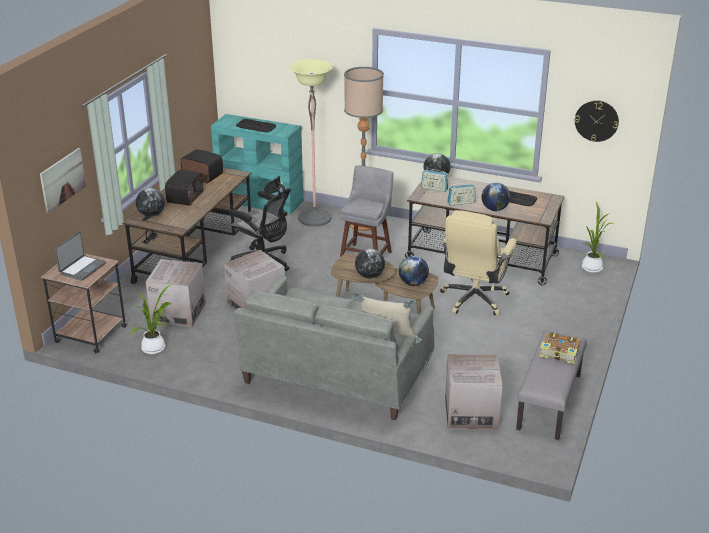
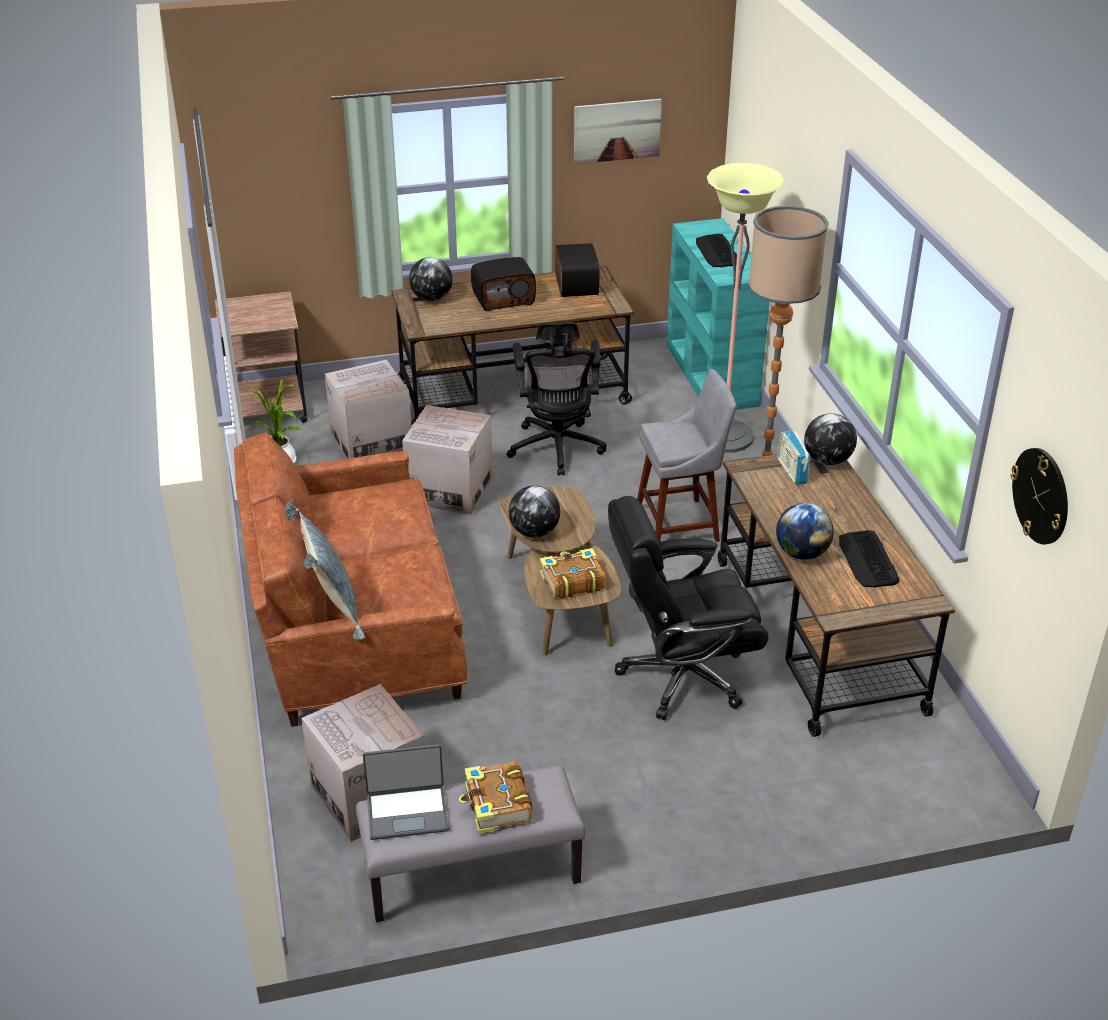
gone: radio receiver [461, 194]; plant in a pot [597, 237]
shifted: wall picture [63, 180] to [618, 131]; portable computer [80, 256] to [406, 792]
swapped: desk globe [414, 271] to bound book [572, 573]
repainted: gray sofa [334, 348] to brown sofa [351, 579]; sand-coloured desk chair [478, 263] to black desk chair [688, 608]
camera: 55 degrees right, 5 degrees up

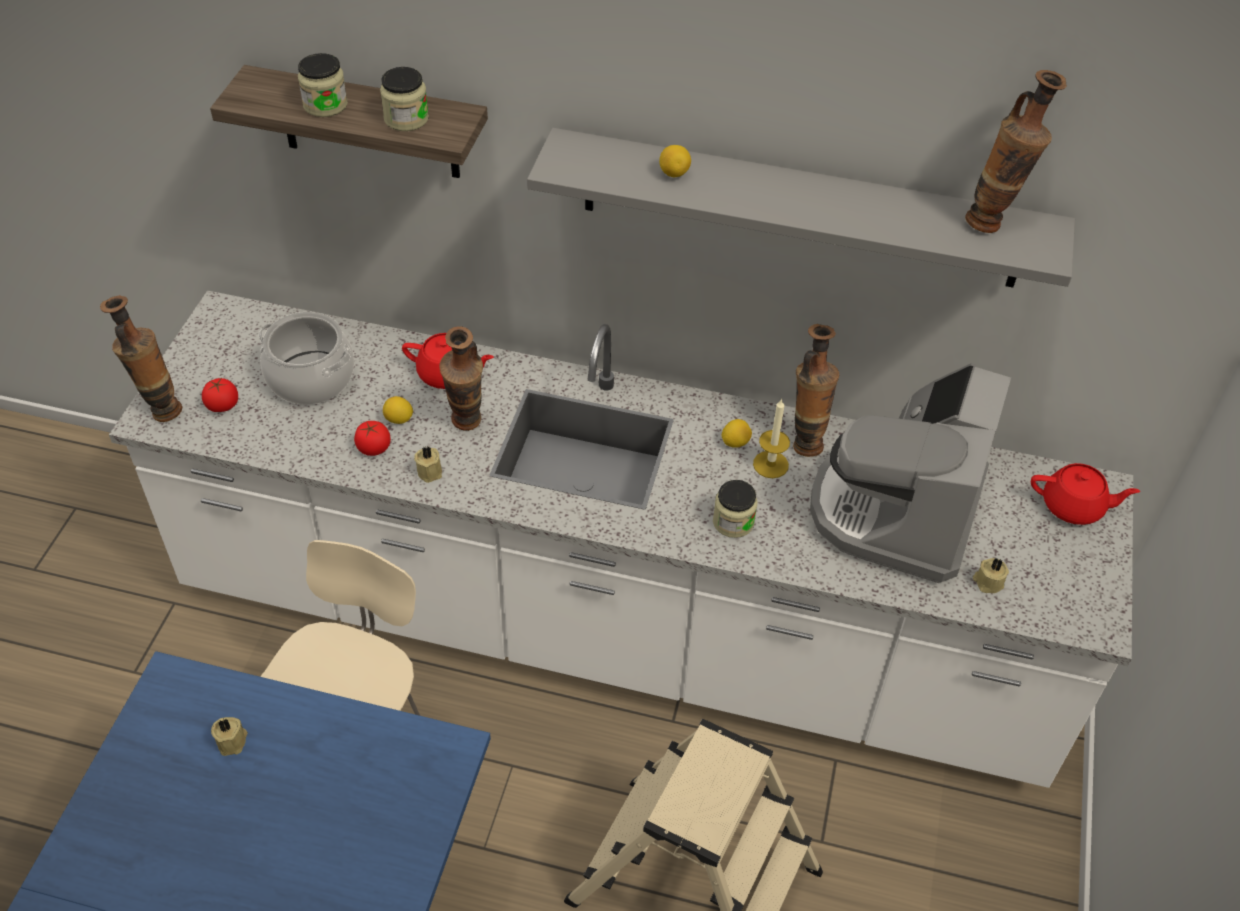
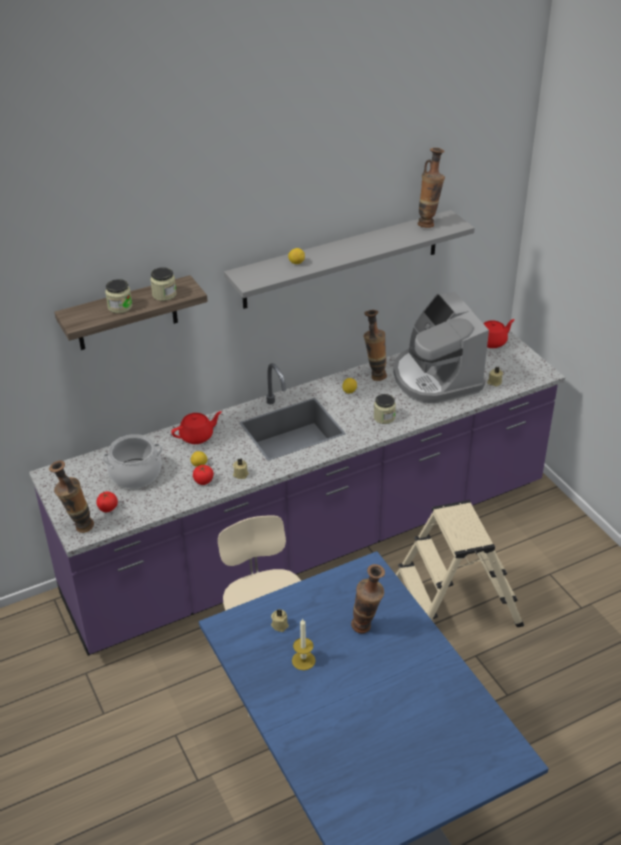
shifted: flower vase [461, 378] to [368, 598]; wax candle [771, 438] to [304, 644]
repainted: white-coloured kitchen base unit [621, 539] to purple-coloured kitchen base unit [297, 488]
camera: 40 degrees left, 10 degrees down

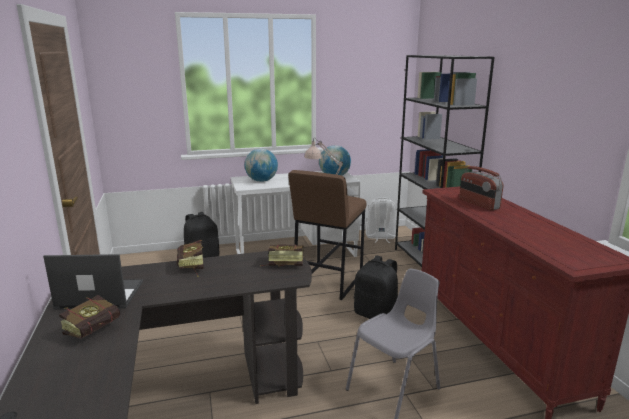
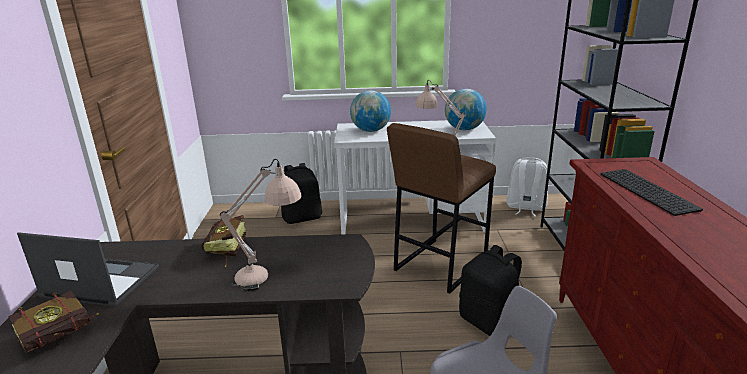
gone: bound book [282, 255]
new: sand-coloured lamp for a table [260, 225]
swapped: radio receiver [481, 188] to computer keyboard [651, 192]
camera: 15 degrees right, 5 degrees up

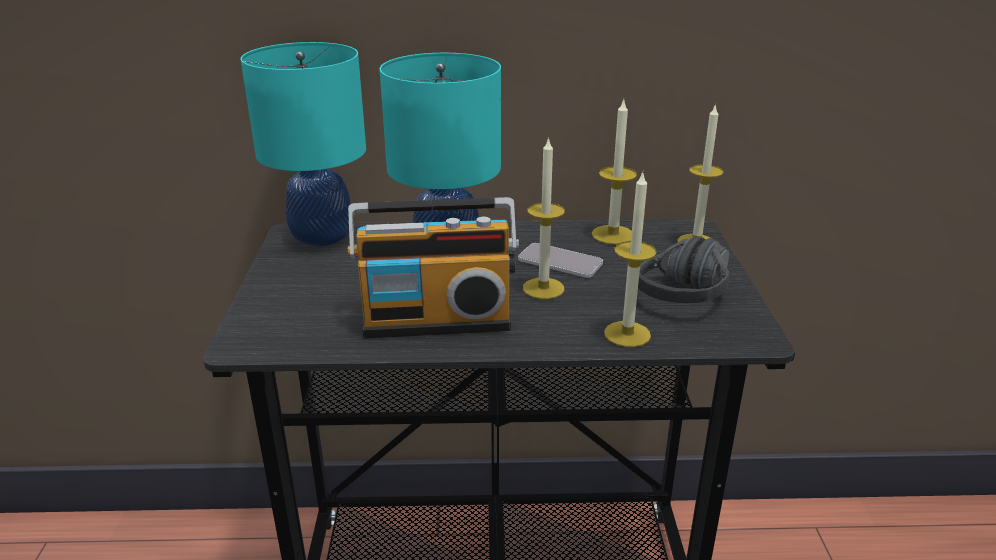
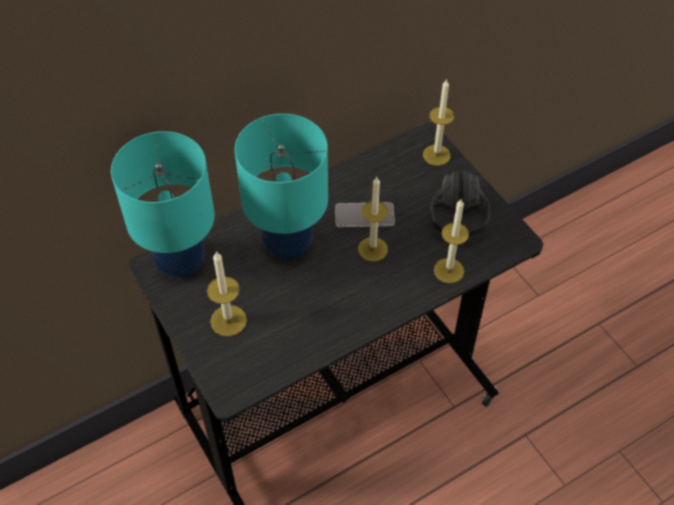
gone: radio receiver [433, 267]
shifted: wax candle [614, 172] to [227, 294]
camera: 30 degrees left, 25 degrees up

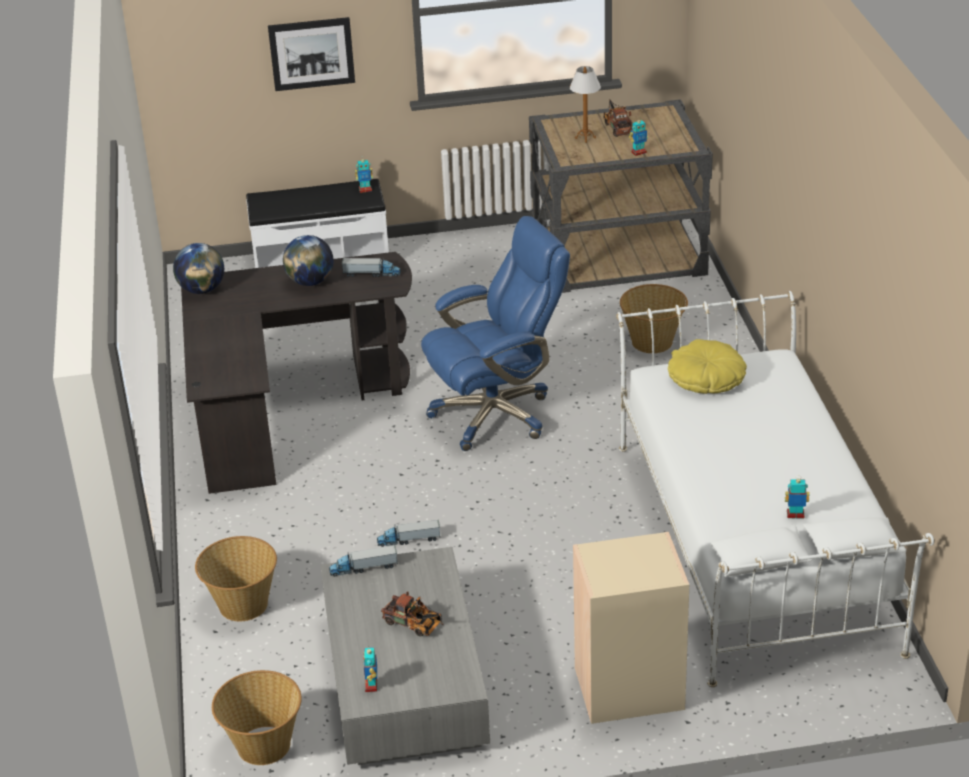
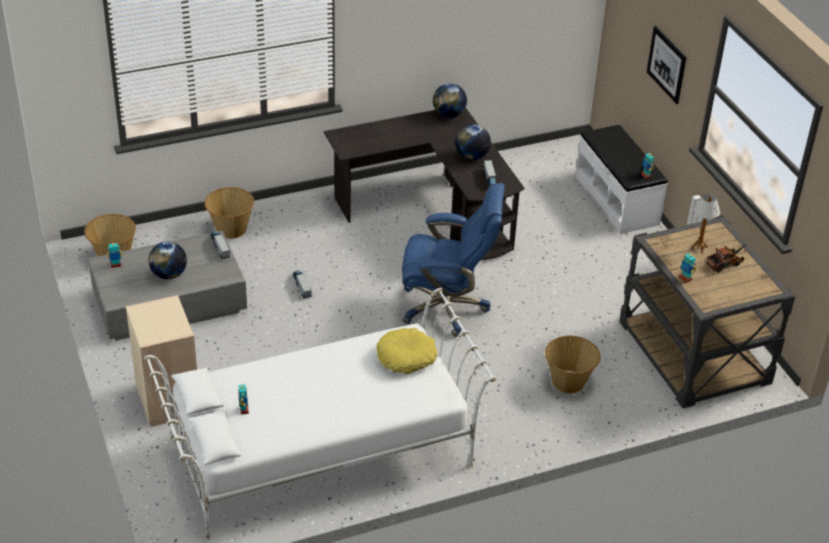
swapped: toy truck [412, 614] to desk globe [168, 260]
rotated: bluish desk chair [495, 333] = [453, 260] 45 degrees counterclockwise
camera: 75 degrees right, 5 degrees up

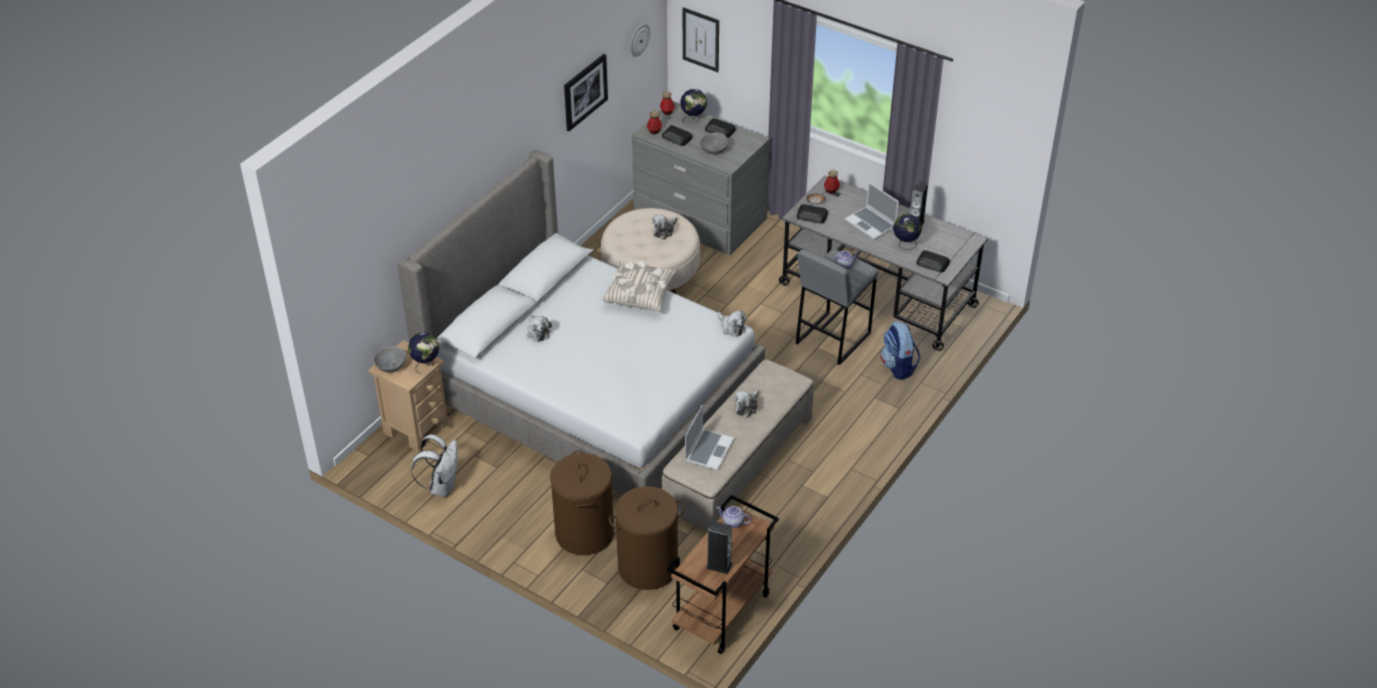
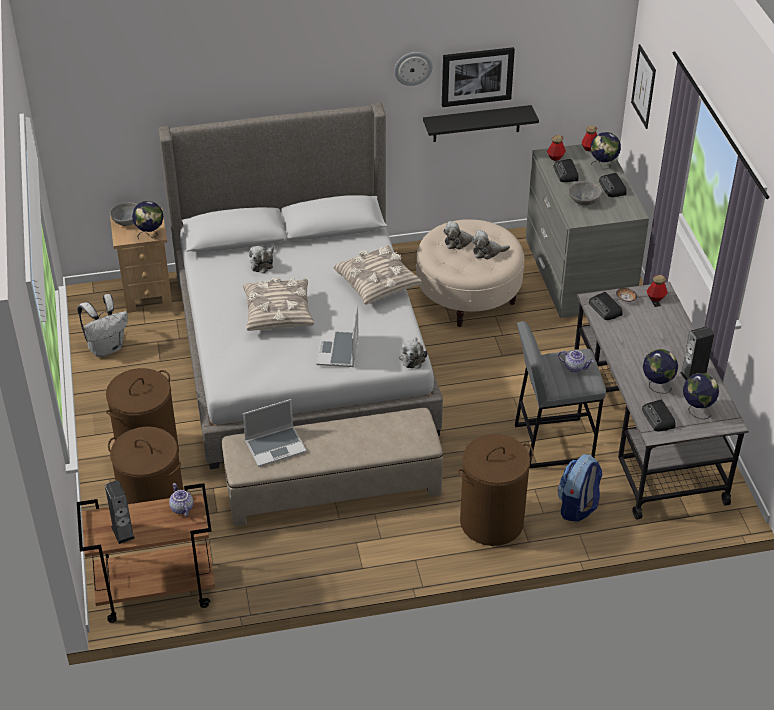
new: sand-coloured pillow [278, 304]; black shelf [481, 123]; brown hamper [495, 490]; desk globe [701, 396]
shifted: hanging clock [640, 40] to [413, 69]; plush toy [746, 404] to [459, 235]; portable computer [872, 211] to [338, 336]
camera: 45 degrees right, 0 degrees up

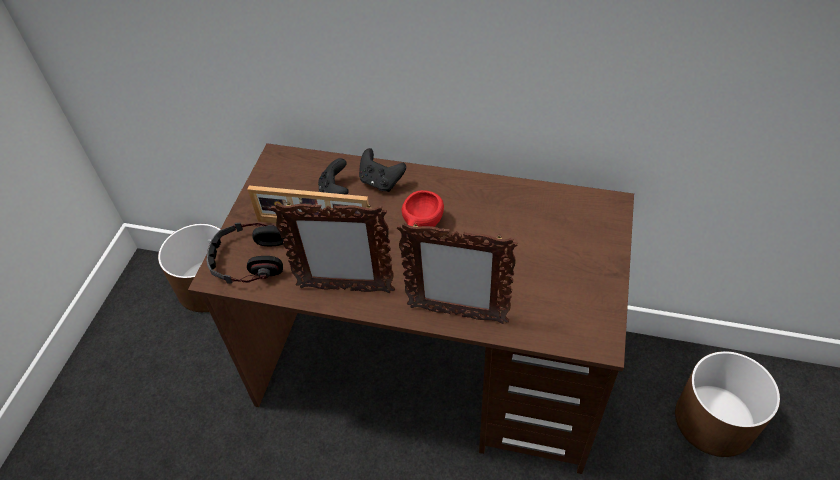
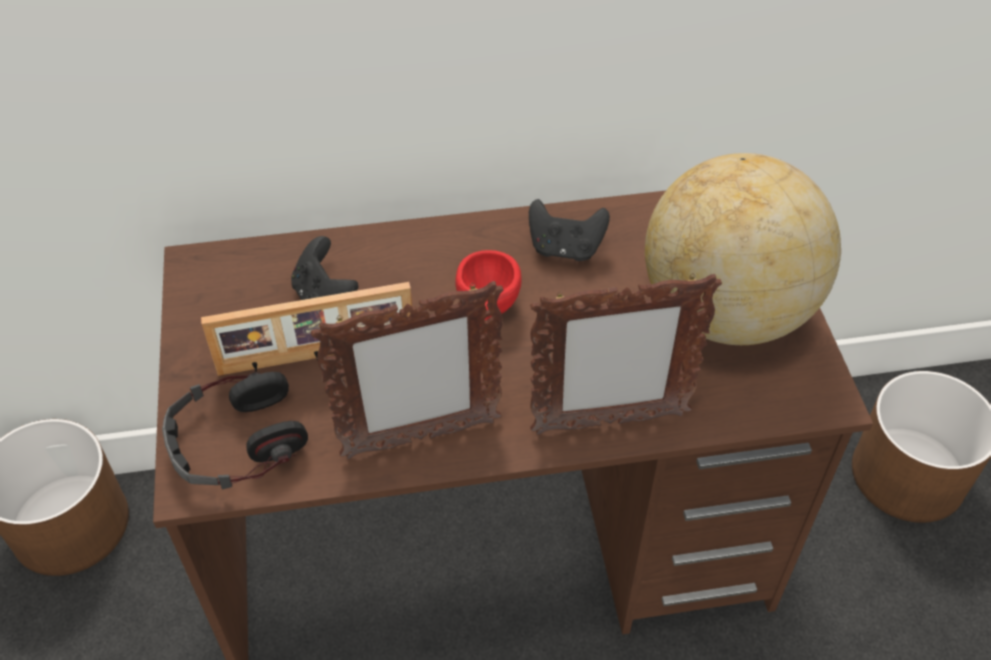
new: desk globe [743, 249]
shifted: black game controller [382, 170] to [569, 230]
camera: 25 degrees left, 0 degrees up

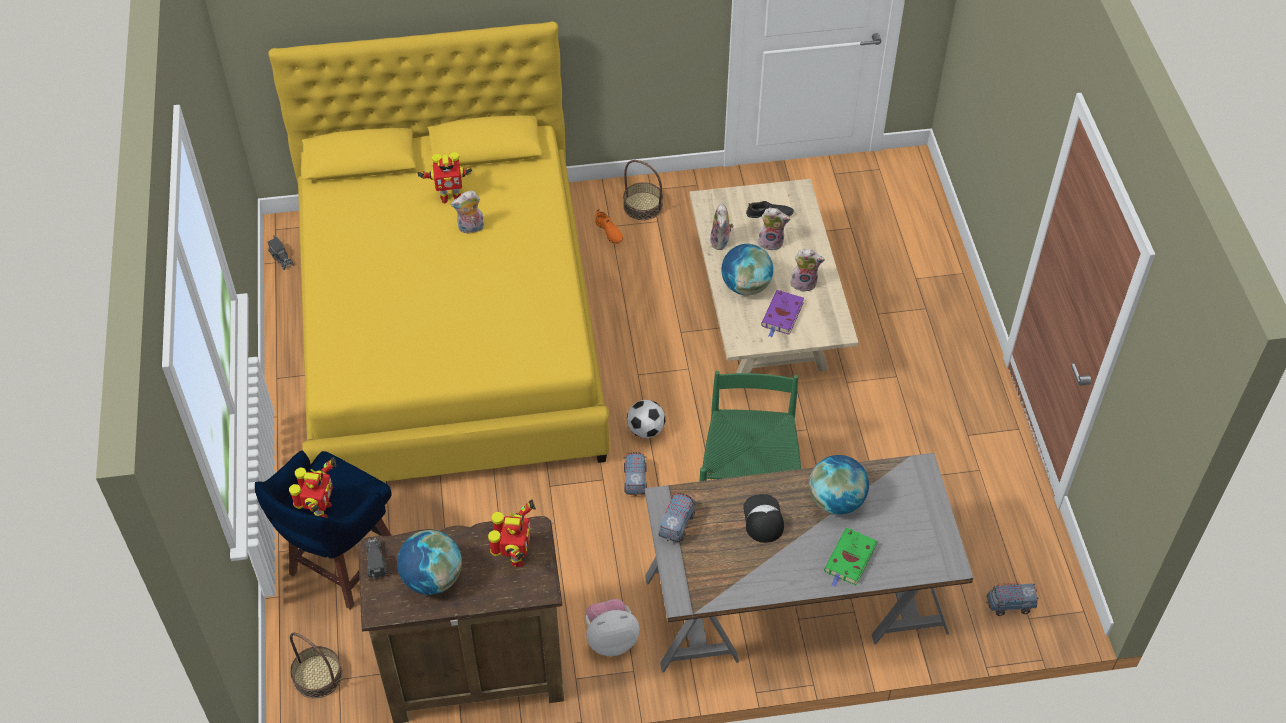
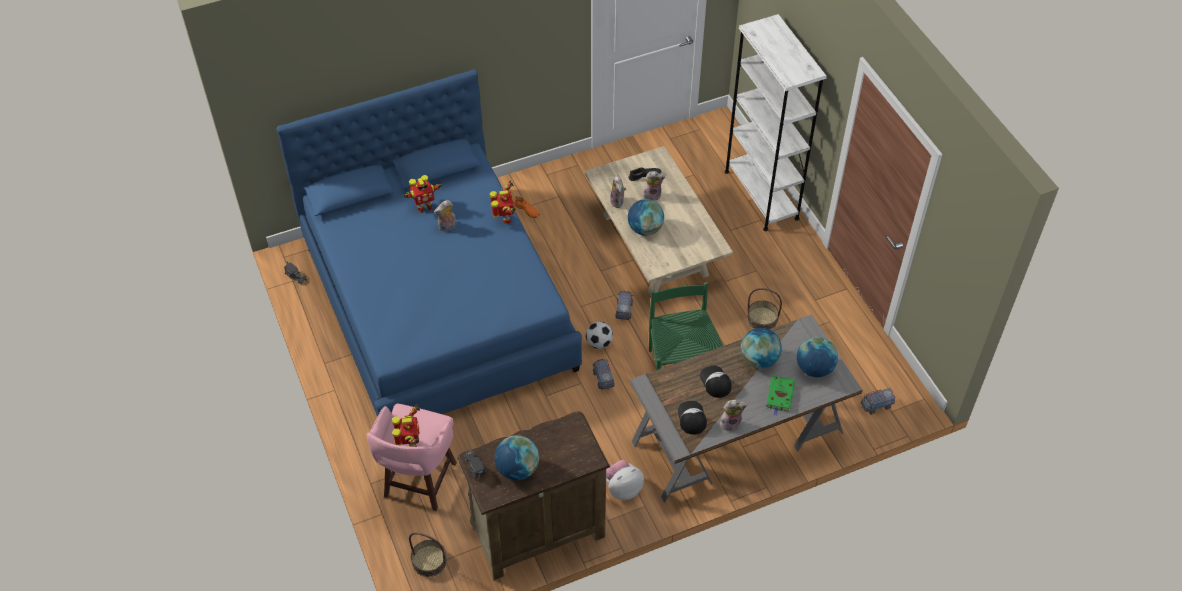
gone: purple-coloured bound book [782, 313]
new: peaked cap [692, 418]; white-coloured bookshelf [776, 122]; desk globe [817, 356]
shifted: model robot [512, 533] to [503, 202]; household basket [643, 190] to [764, 309]; toy truck [677, 517] to [624, 305]; plush toy [807, 270] to [733, 416]
repainted: bluish stool seat [323, 530] to pinkish stool seat [412, 457]; yellow-coloured bed [438, 251] to bluish bed [429, 243]
camera: 15 degrees left, 0 degrees up

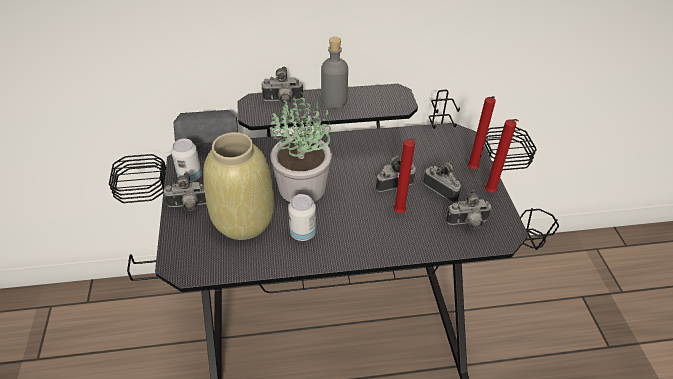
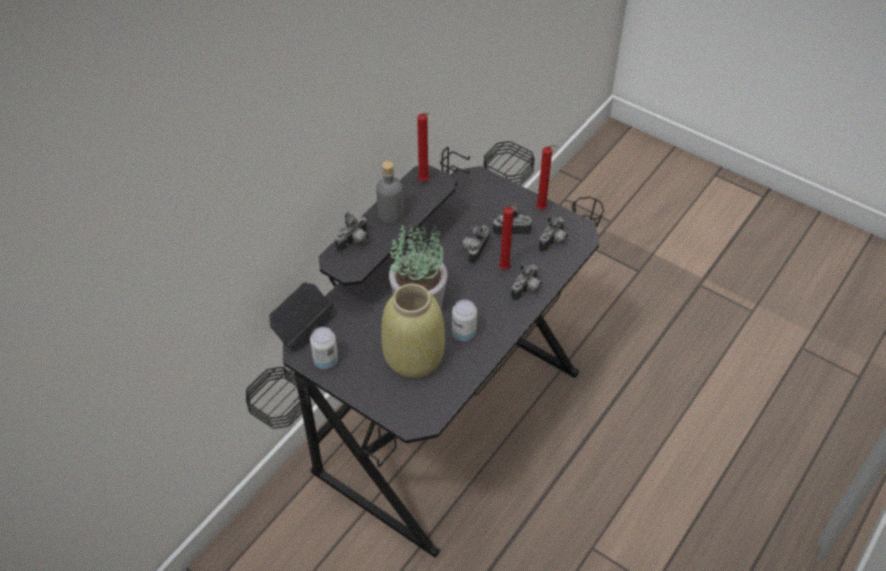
shifted: photo camera [185, 192] to [526, 281]; reddish wax candle [482, 132] to [423, 147]
camera: 45 degrees left, 5 degrees up

